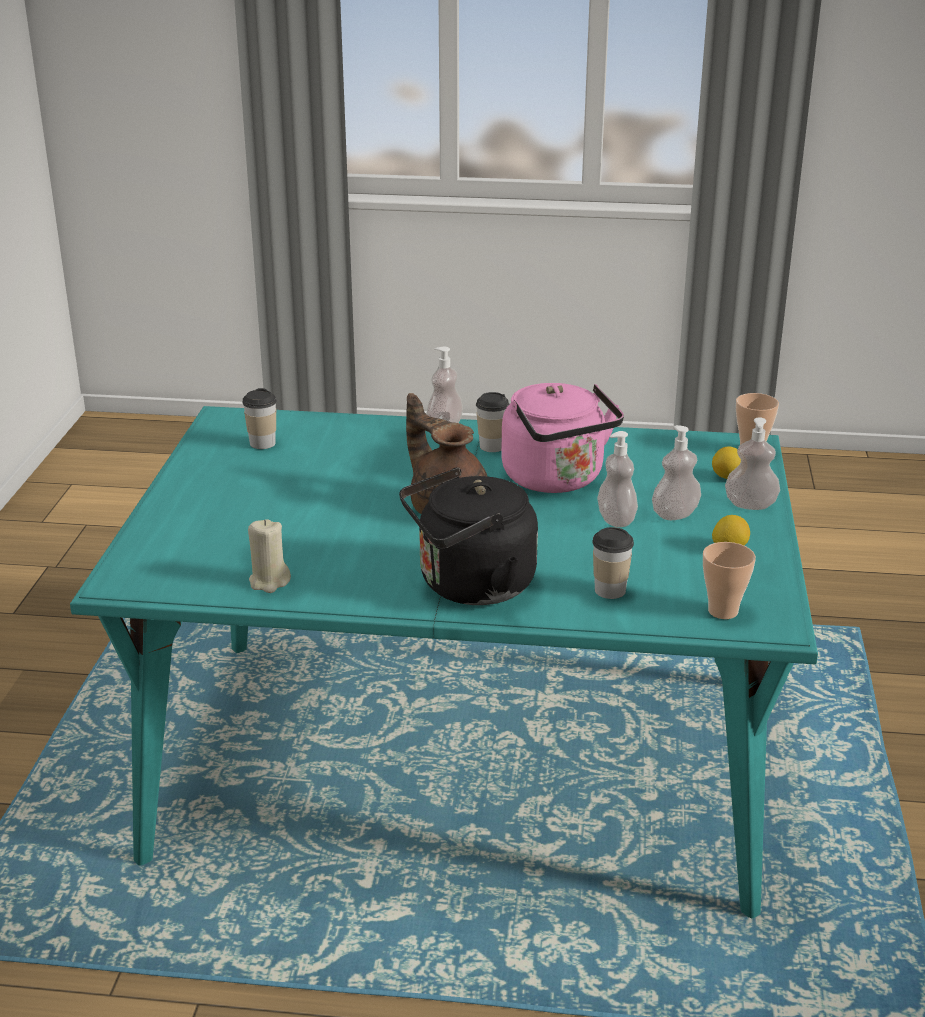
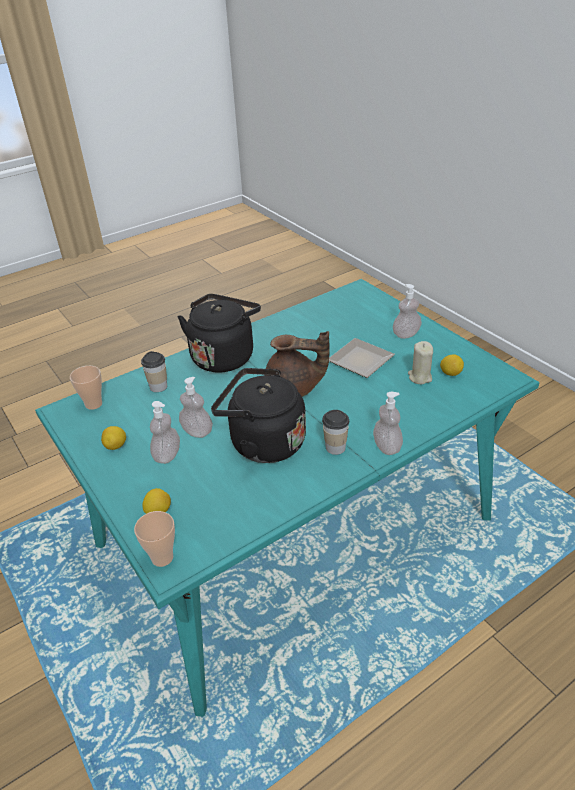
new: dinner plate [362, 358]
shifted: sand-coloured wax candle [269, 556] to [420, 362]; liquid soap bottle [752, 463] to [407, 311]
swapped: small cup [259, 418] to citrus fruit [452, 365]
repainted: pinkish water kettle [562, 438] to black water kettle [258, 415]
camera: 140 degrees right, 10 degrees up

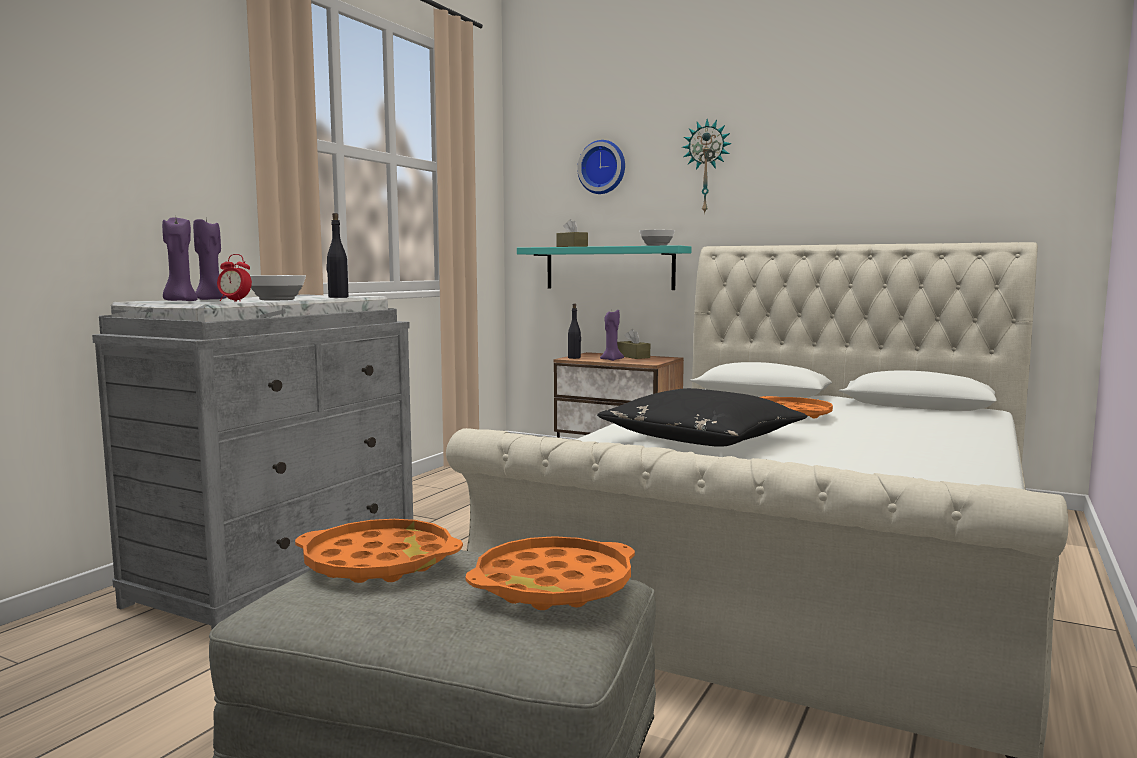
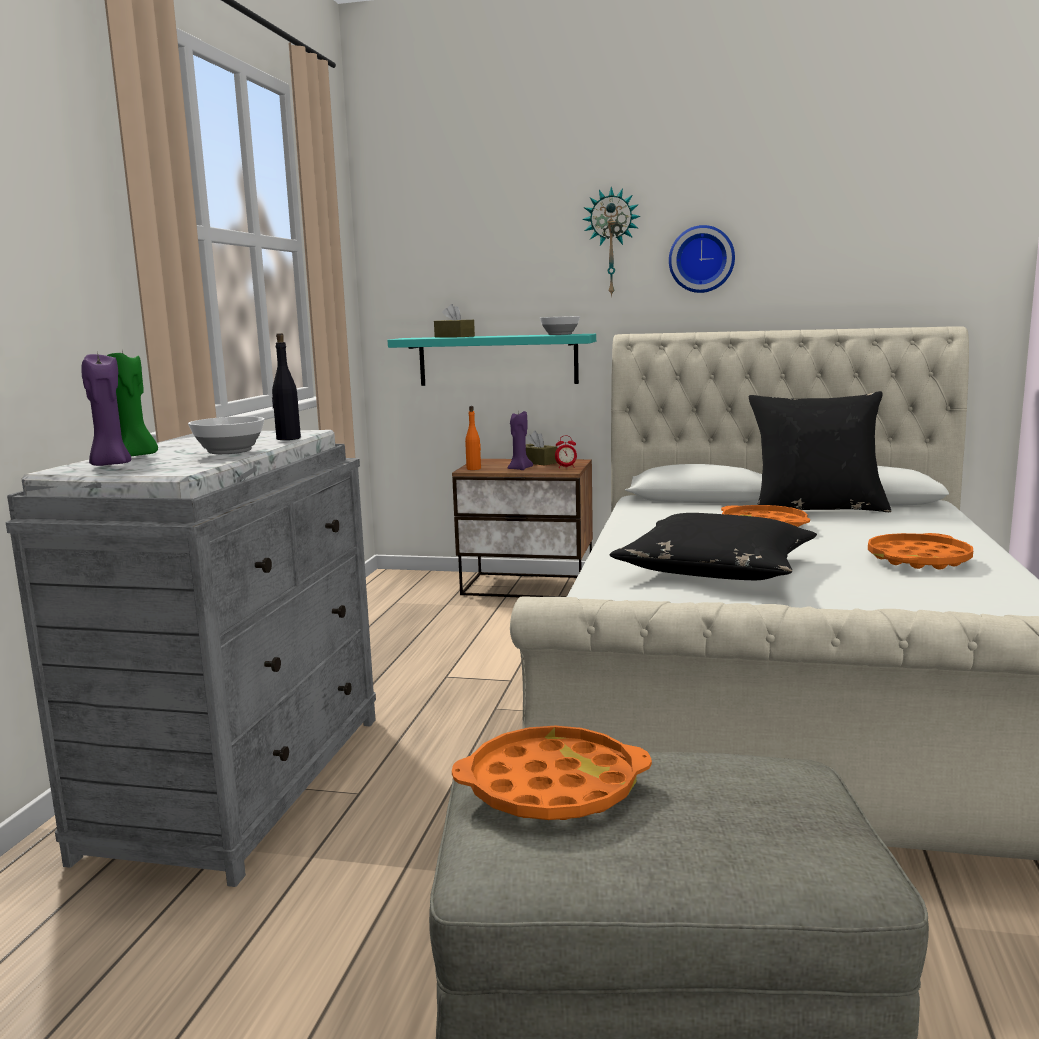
new: black pillow [820, 451]
shifted: table clock [234, 278] to [566, 451]; orange-coloured tray [550, 573] to [920, 551]; hanging clock [601, 167] to [702, 259]
repainted: purple-coloured wax candle [210, 259] to green-coloured wax candle [132, 404]; black beverage bottle [574, 331] to orange-coloured beverage bottle [473, 438]
camera: 15 degrees left, 5 degrees up

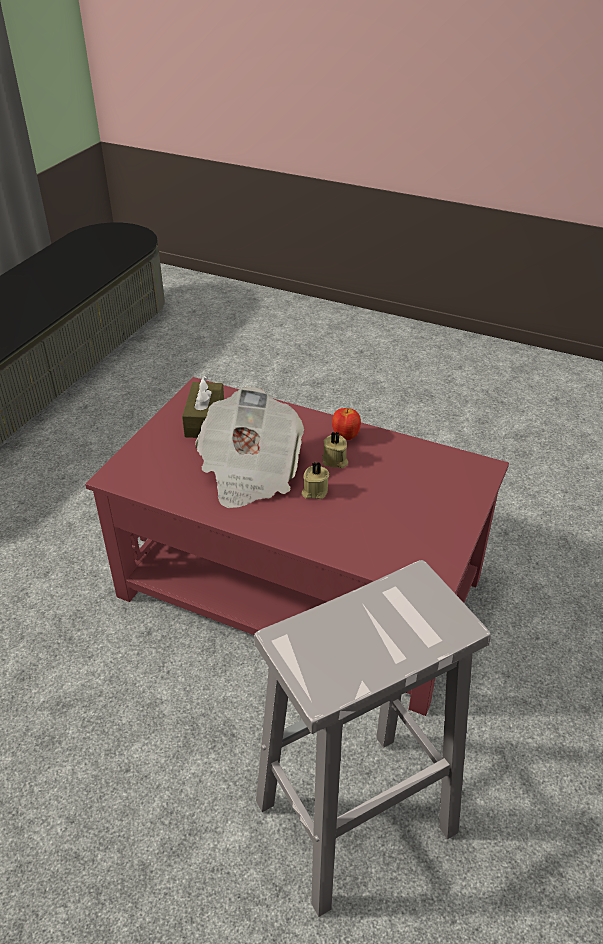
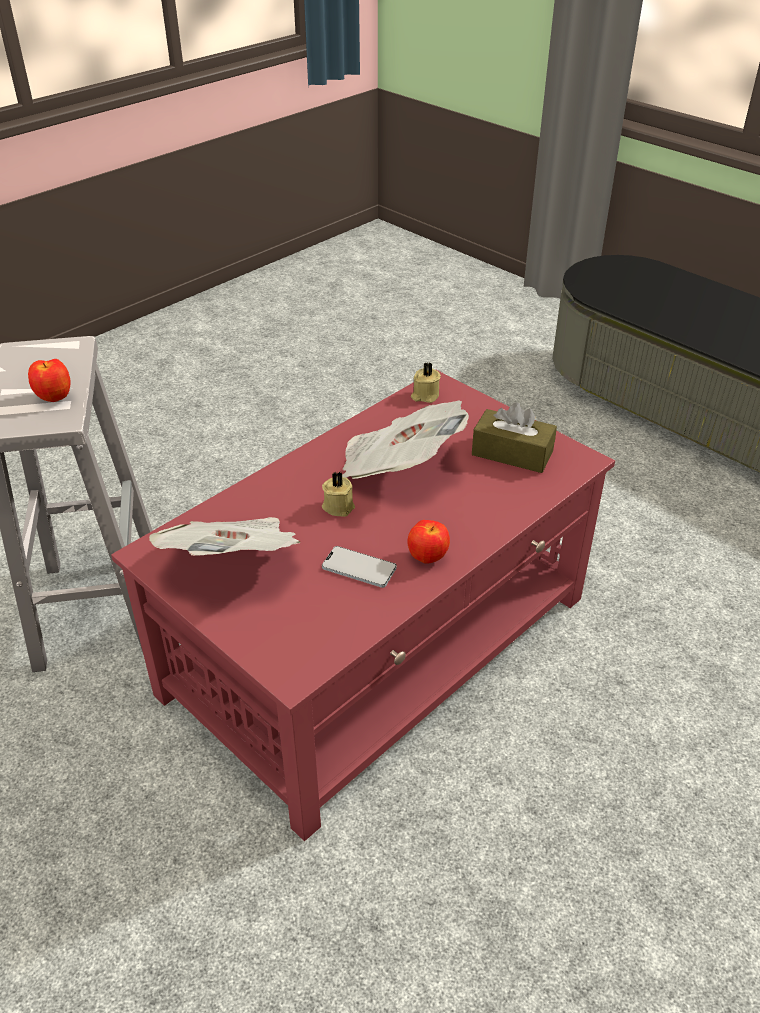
new: apple fruit [49, 380]; newspaper [225, 536]; handset [359, 567]
shifted: sand-coloured wax candle [335, 449] to [426, 382]
camera: 110 degrees right, 0 degrees up

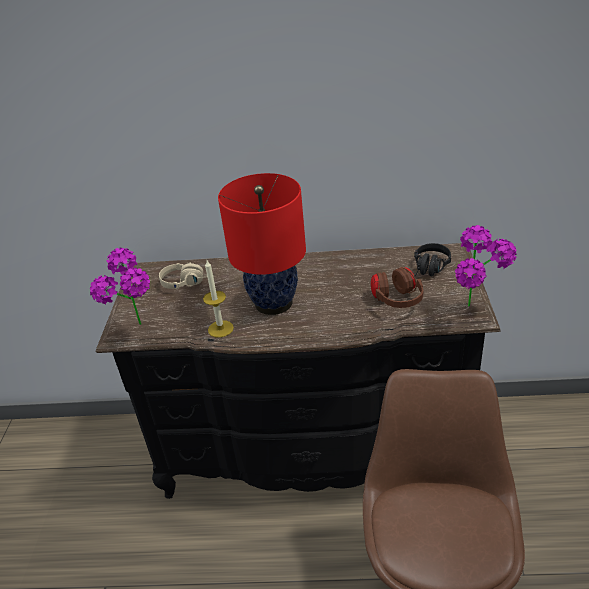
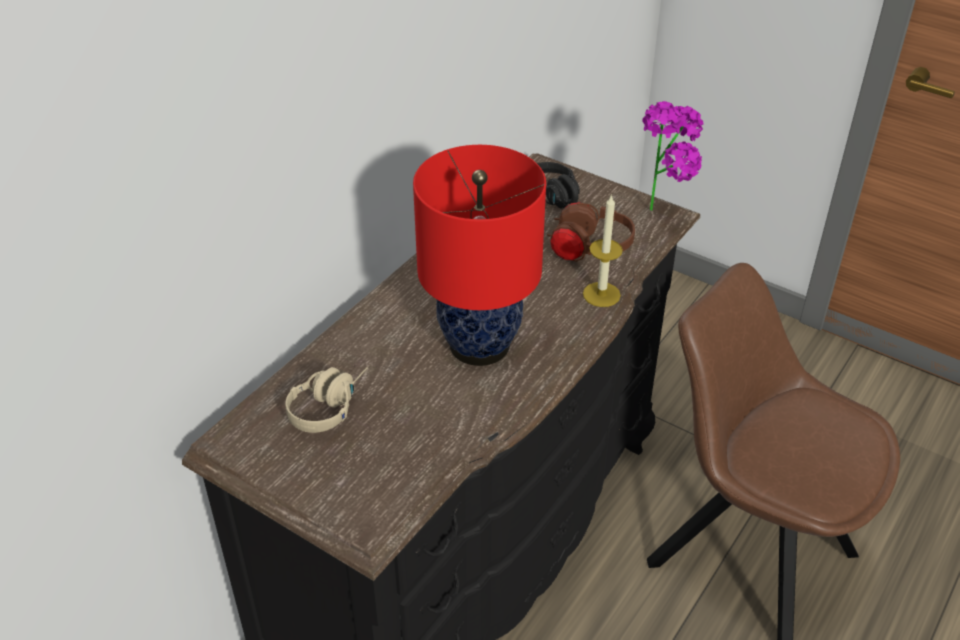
gone: plant in a pot [120, 286]
shifted: wax candle [218, 299] to [603, 250]
camera: 60 degrees left, 5 degrees up

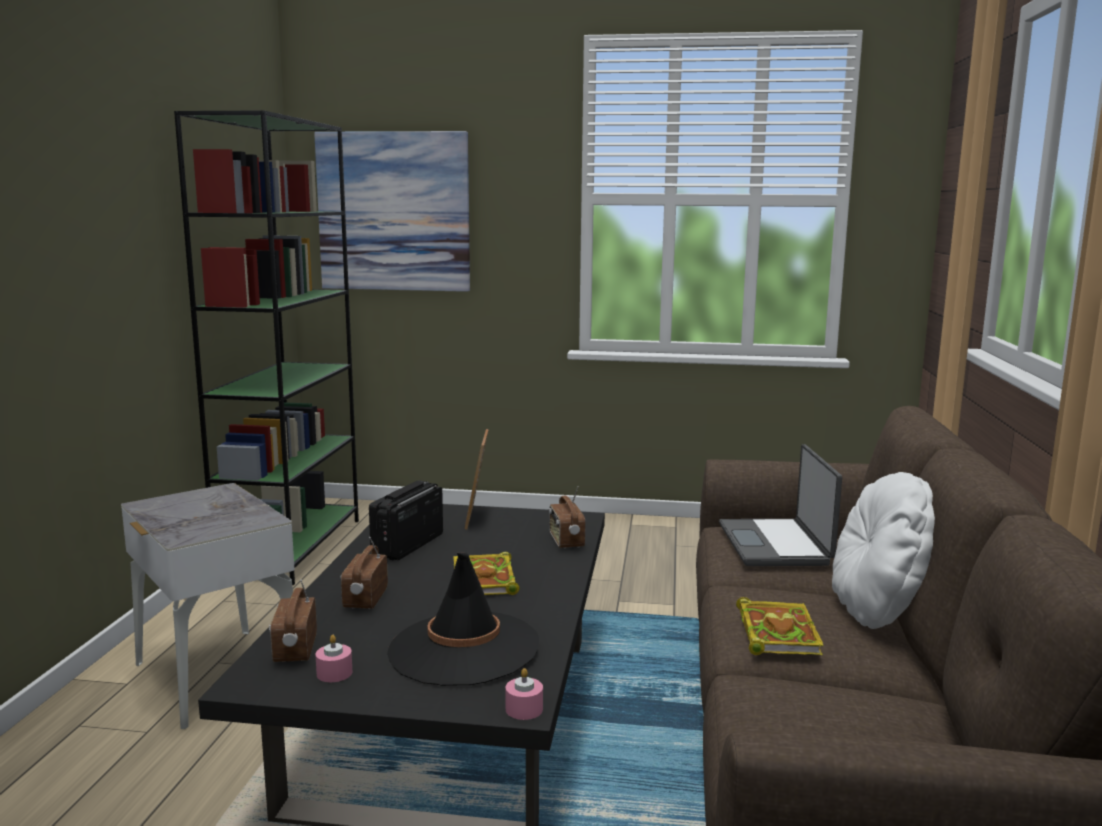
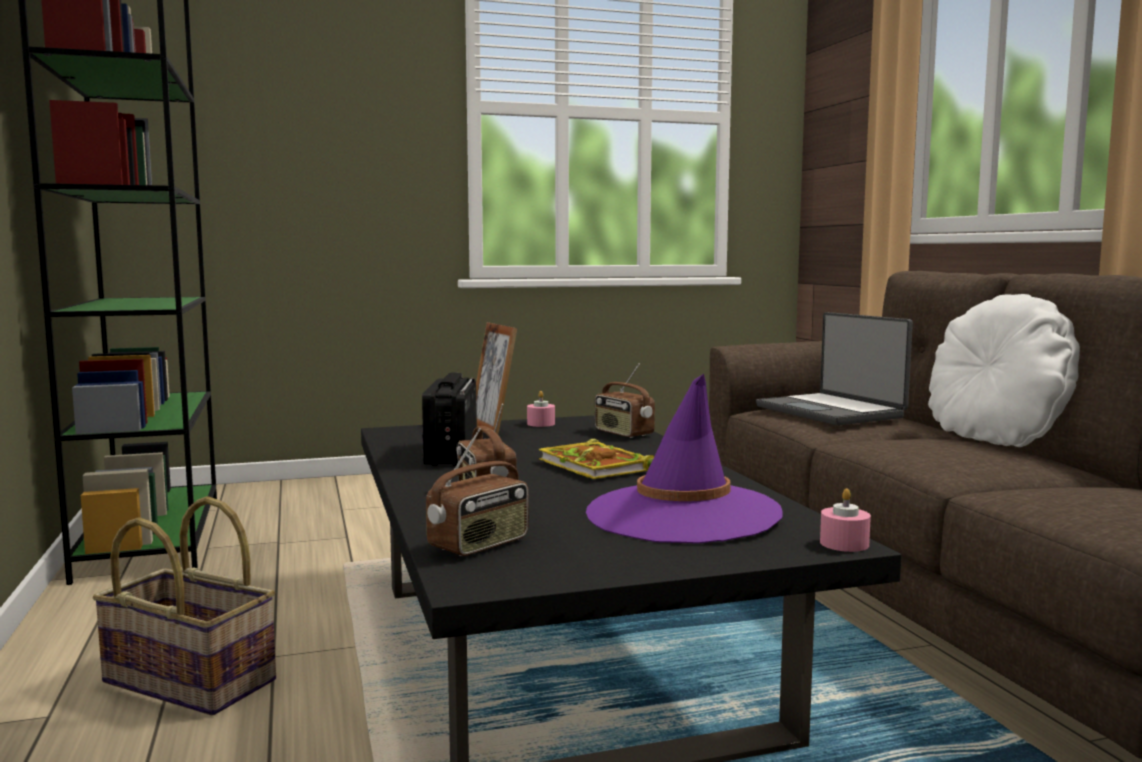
gone: wall picture [392, 211]; bound book [780, 626]
shifted: pinkish wax candle [333, 658] to [541, 409]
swapped: accent table [208, 606] to household basket [184, 606]
repainted: black wearable hat [463, 619] to purple-coloured wearable hat [684, 459]
rotated: radio receiver [293, 621] = [477, 492] 105 degrees counterclockwise
camera: 25 degrees left, 5 degrees down

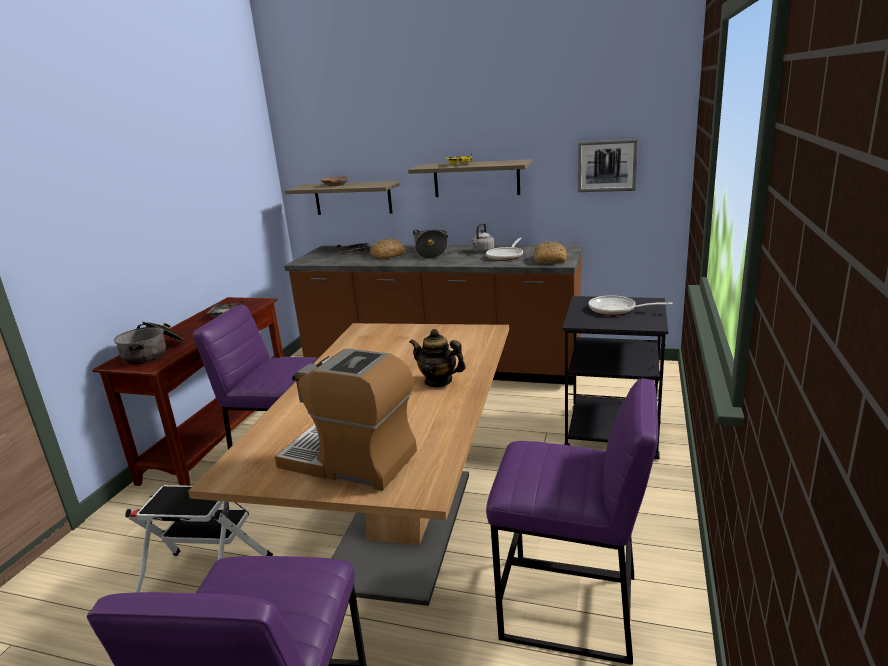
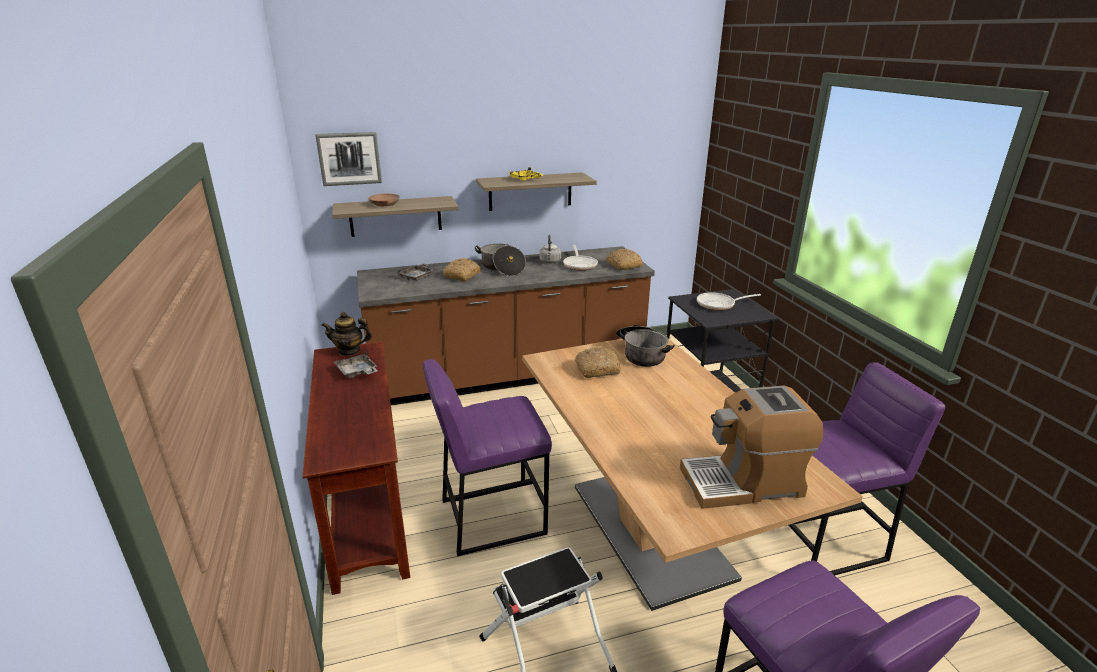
new: bread [598, 362]
shifted: saucepot [149, 343] to [645, 346]; teapot [437, 358] to [346, 334]; wall picture [608, 165] to [348, 159]
camera: 35 degrees left, 5 degrees up

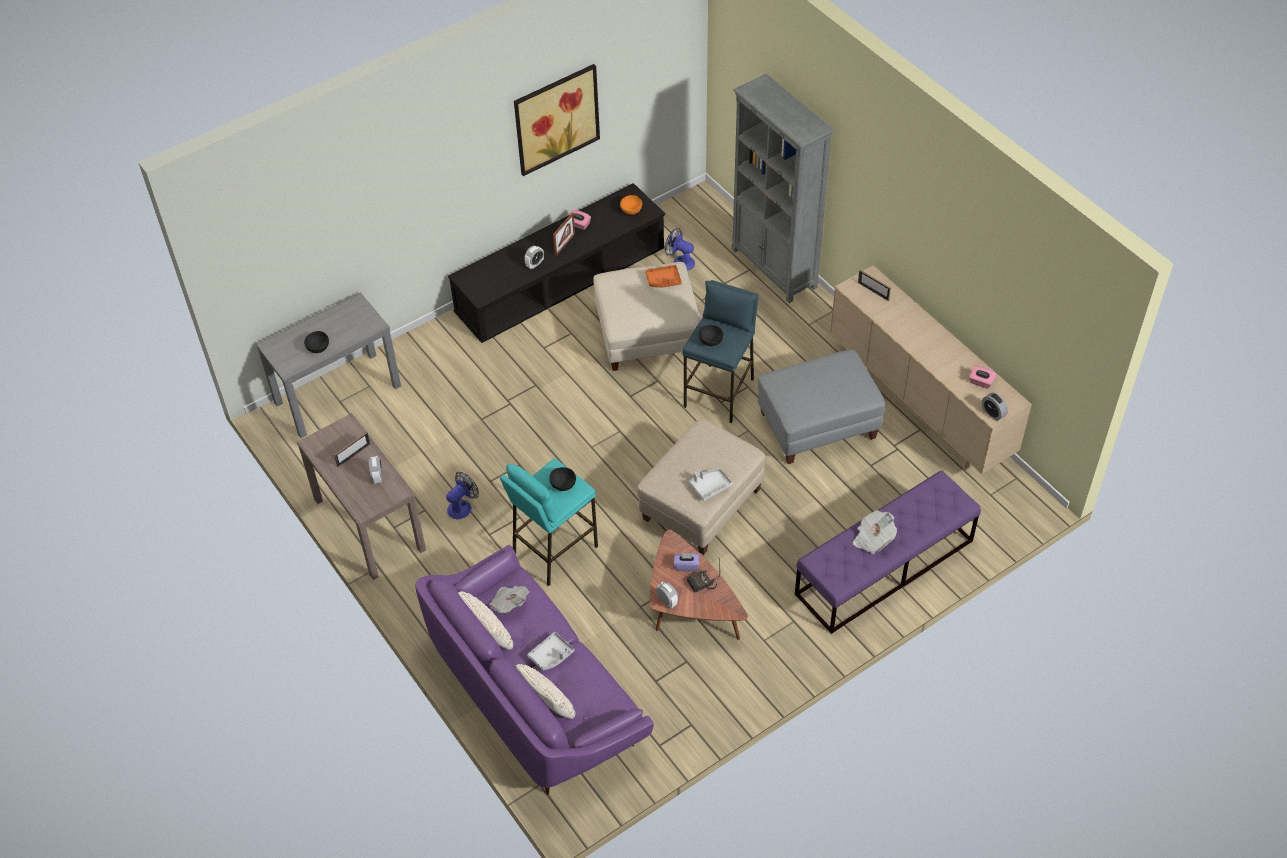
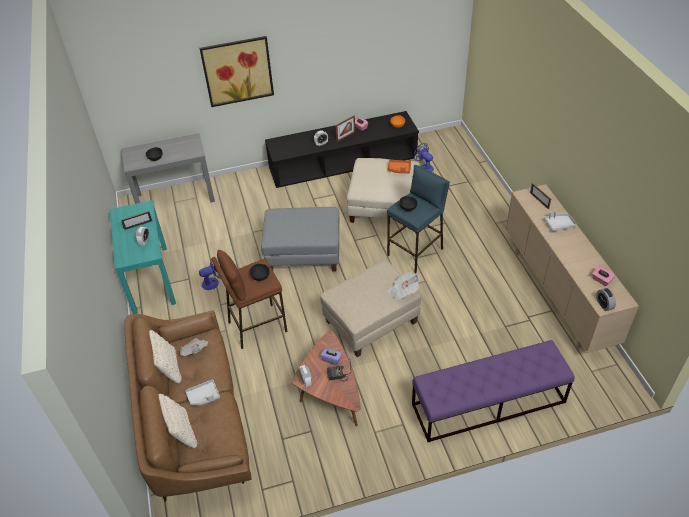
gone: gray bookshelf [783, 188]
shifted: wall picture [557, 120] to [237, 71]; gray tray [710, 484] to [560, 221]; gray footrest [821, 407] to [300, 239]; newspaper [875, 532] to [404, 286]
repainted: brown hall table [361, 496] to blue-green hall table [142, 257]; purple-coloured sofa [534, 670] to brown sofa [188, 406]; blue-green stool seat [549, 522] to brown stool seat [249, 299]
camera: 20 degrees right, 5 degrees down

